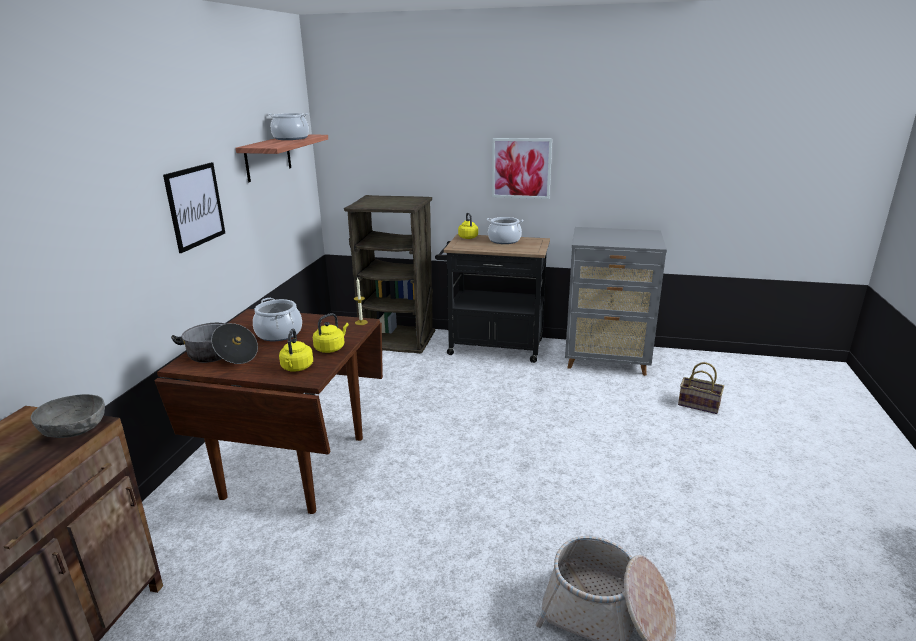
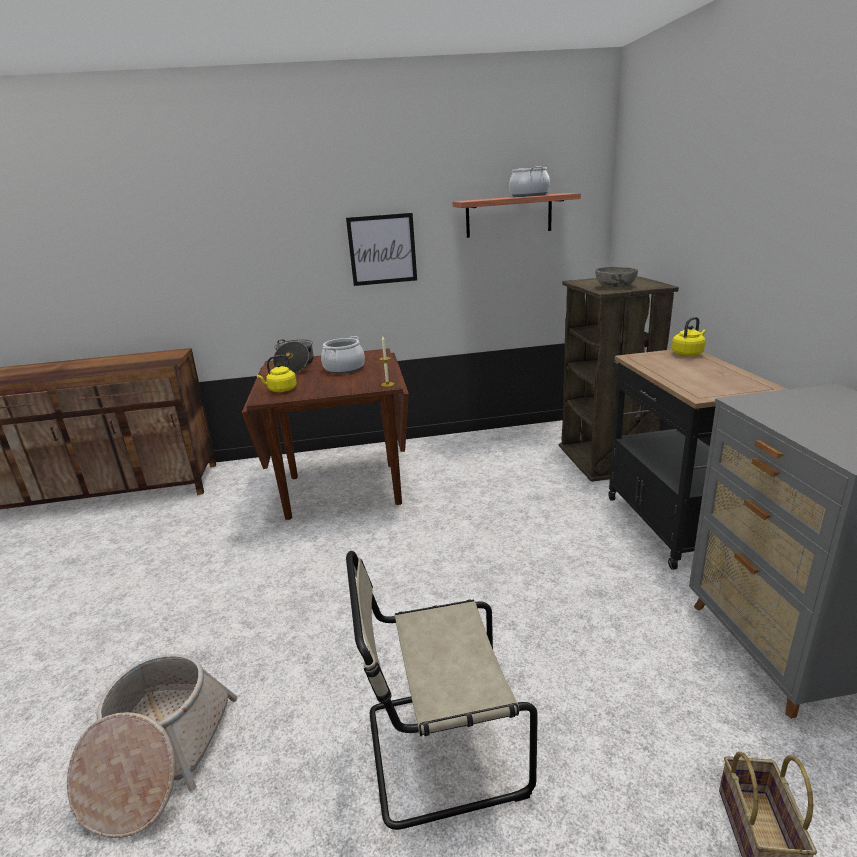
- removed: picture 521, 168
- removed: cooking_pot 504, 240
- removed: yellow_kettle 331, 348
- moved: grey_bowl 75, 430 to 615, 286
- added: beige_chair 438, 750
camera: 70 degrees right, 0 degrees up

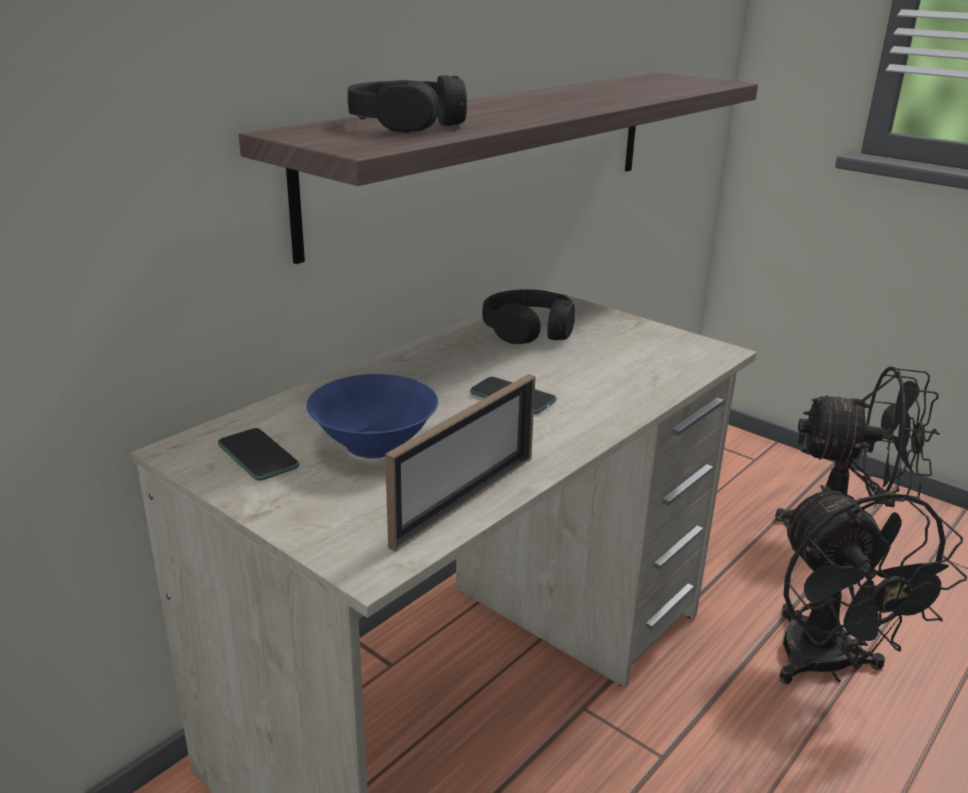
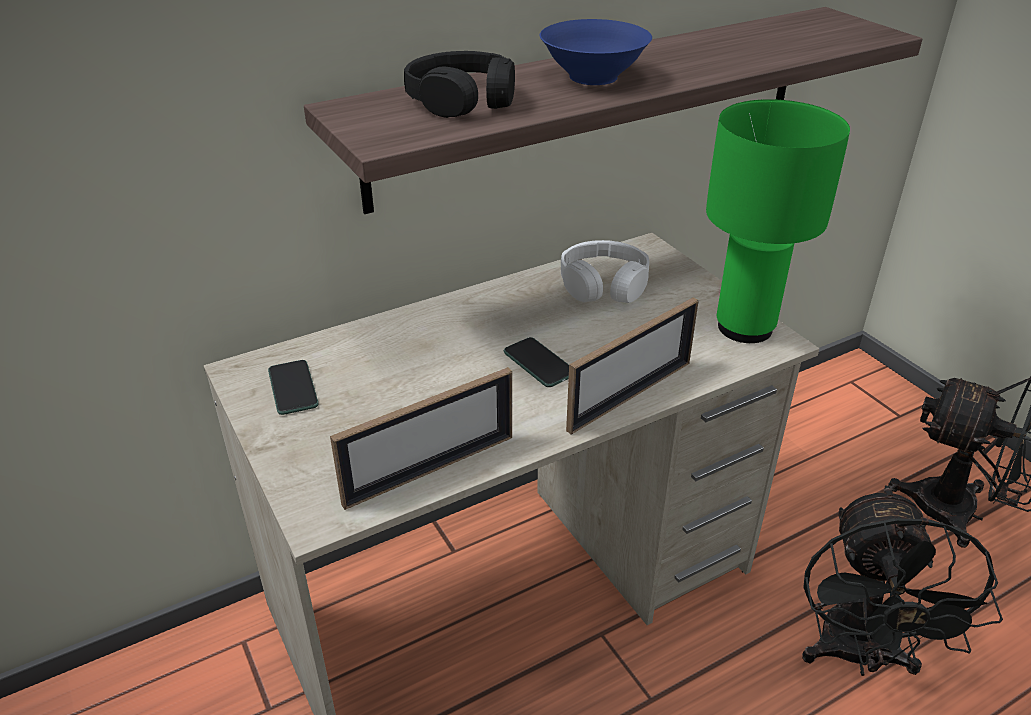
- recoloured: black_headphones 529, 330 to white_headphones 603, 285
- moved: blue_bowl 374, 443 to 593, 76
- added: green_table_lamp 746, 327
- added: picture_frame 630, 395
camera: 20 degrees right, 10 degrees up

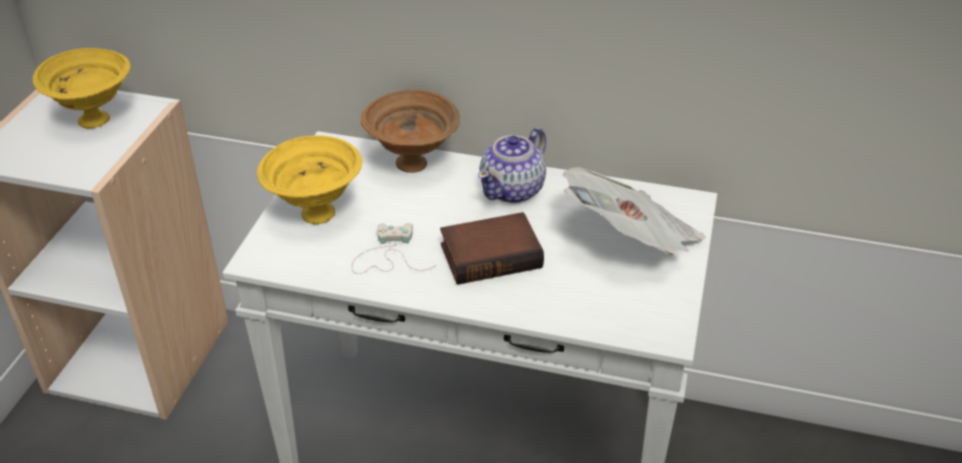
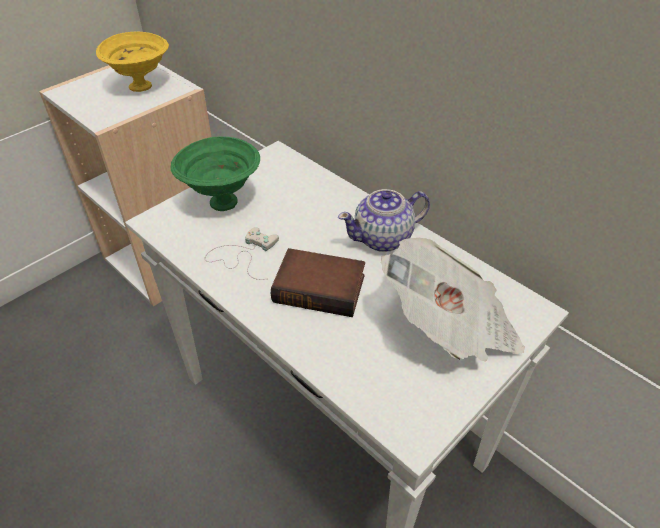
- removed: brown_bowl 414, 164
- recoloured: yellow_bowl 315, 215 to green_bowl 221, 203
camera: 30 degrees right, 5 degrees up

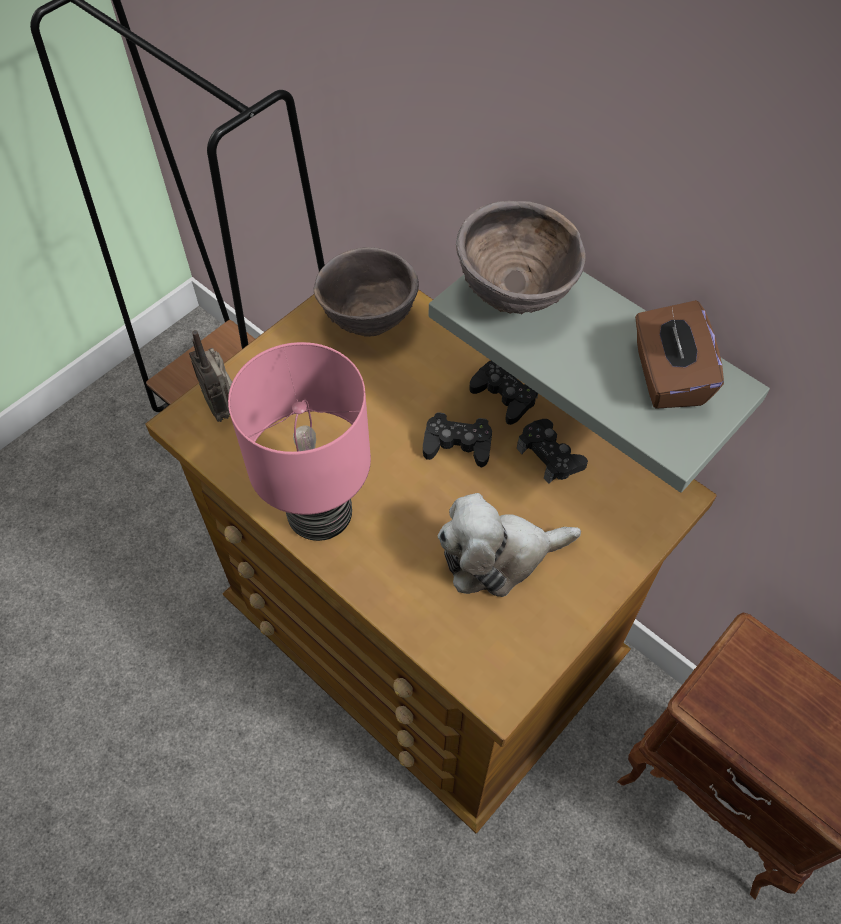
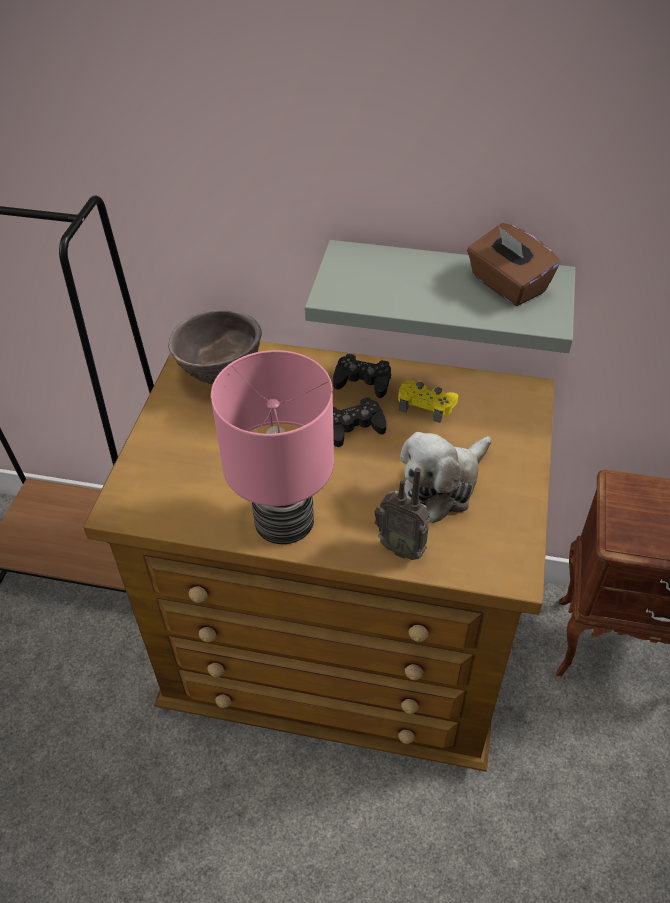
- removed: brown_bowl 515, 297
- moved: radio 222, 406 to 401, 547
- recoloured: black_game_controller 550, 456 to yellow_game_controller 426, 405
camera: 30 degrees left, 10 degrees down

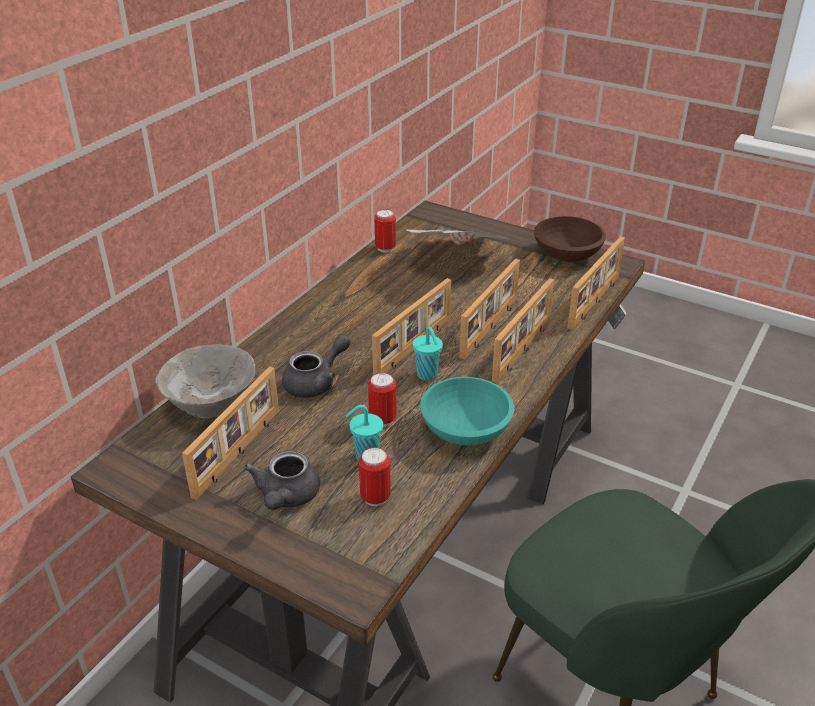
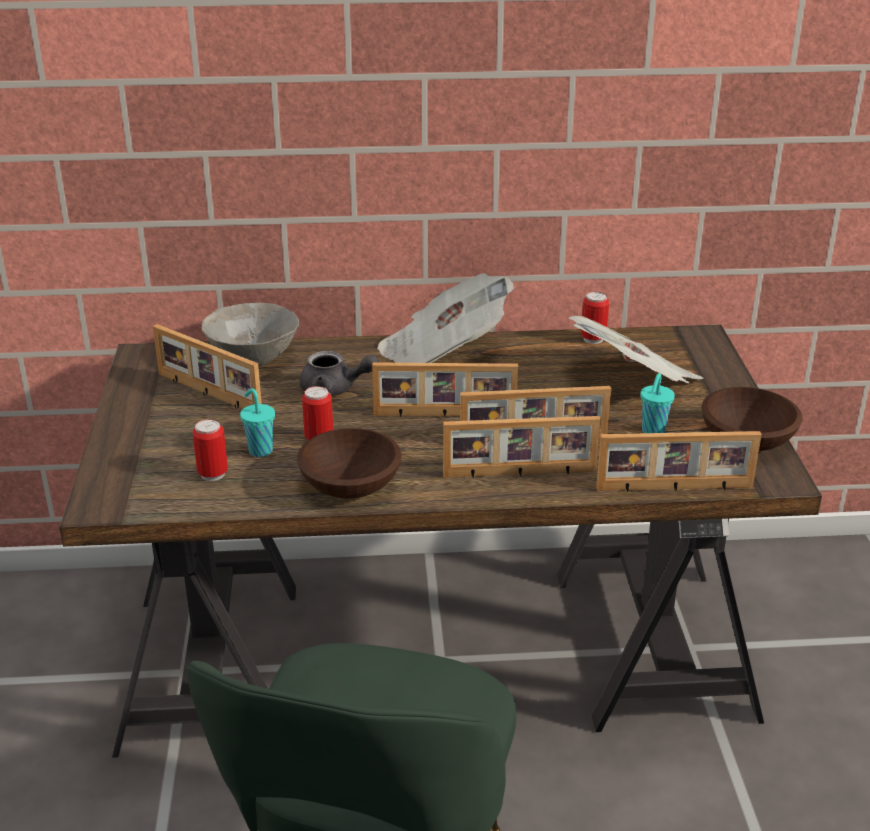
- moved: turquoise_cup 427, 376 to 652, 432
- turned: picture_frame 239, 453 = 207, 394 45 degrees clockwise
- recoloured: turquoise_bowl 467, 430 to brown_bowl 352, 486
- removed: grey_teapot 286, 497
- added: newspaper 443, 353
camera: 55 degrees right, 5 degrees down

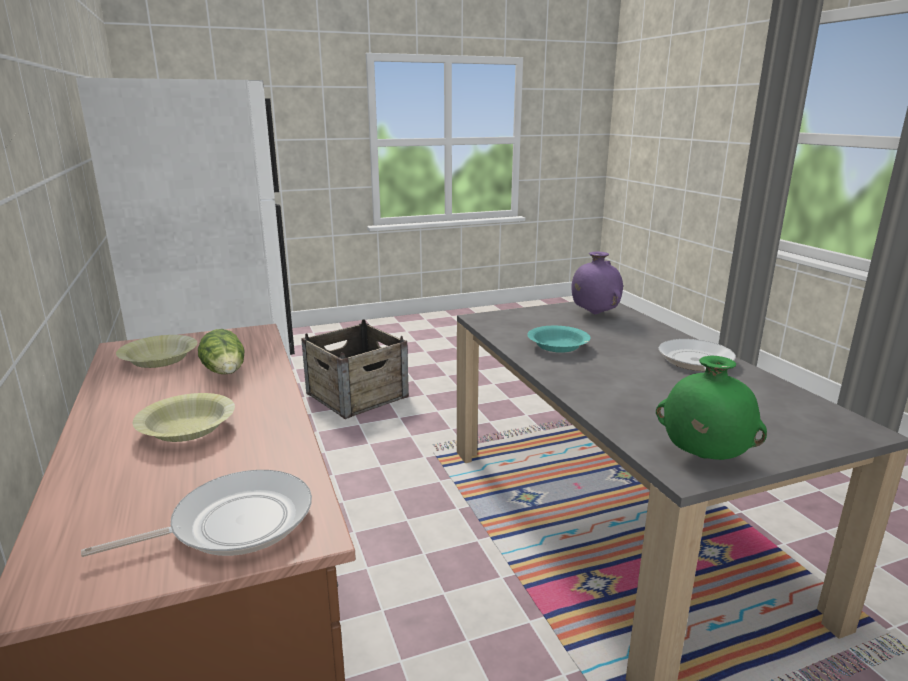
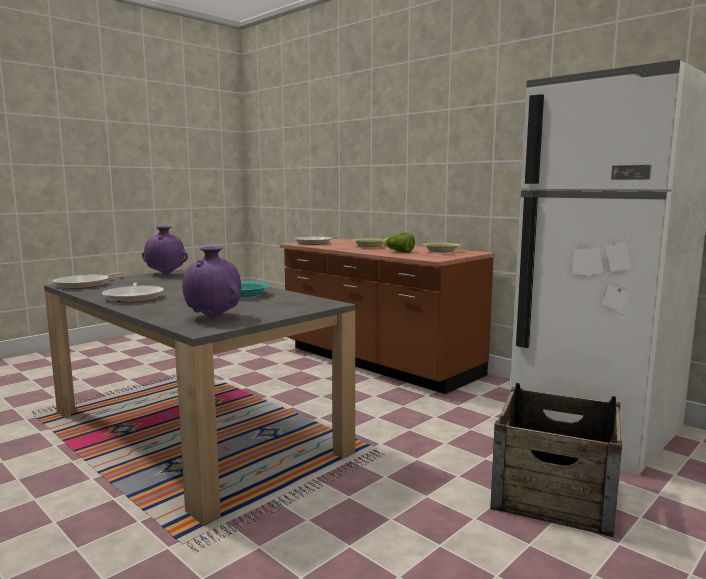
- recoloured: green_vase 702, 457 to purple_vase 166, 274
- added: frying_pan 85, 284
camera: 155 degrees right, 10 degrees down

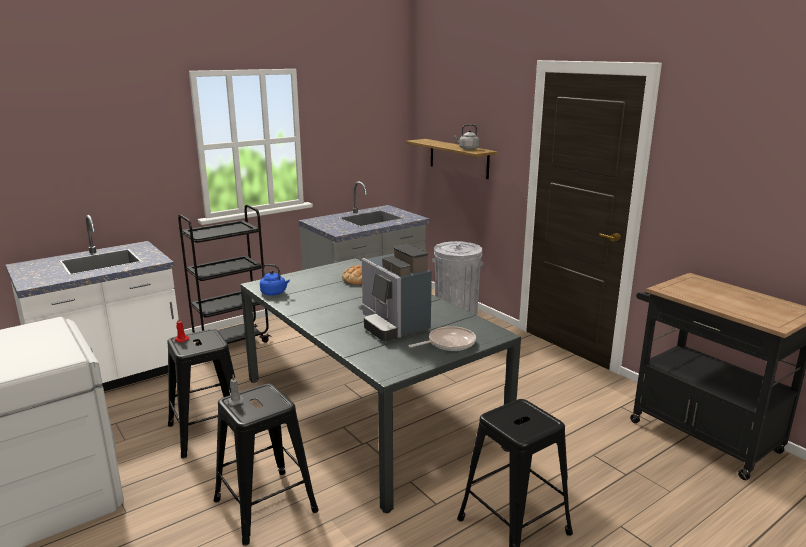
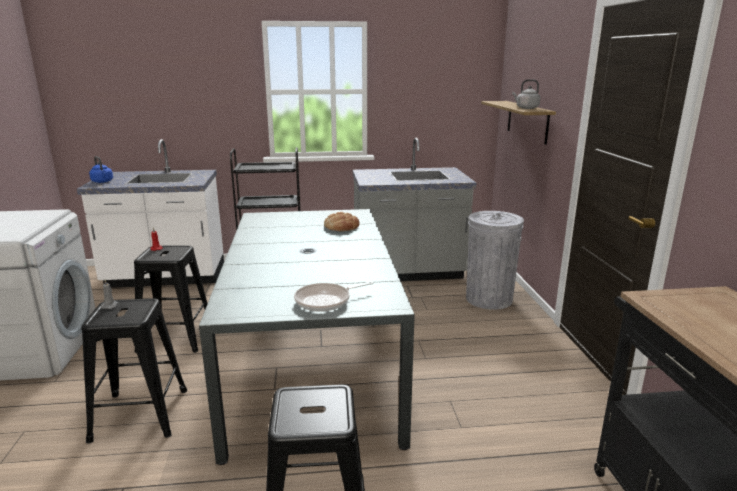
- removed: coffee_machine 393, 325
- moved: blue_kettle 274, 293 to 102, 182
- turned: frying_pan 448, 343 = 326, 301 150 degrees clockwise
camera: 30 degrees right, 0 degrees up

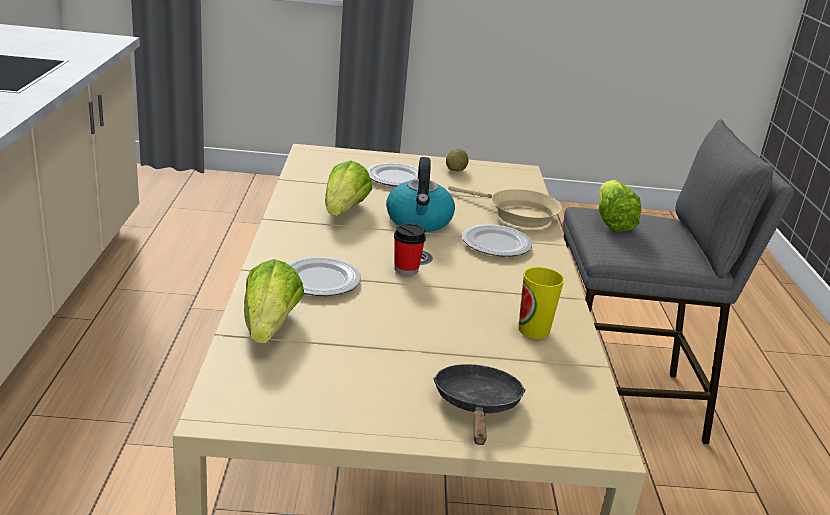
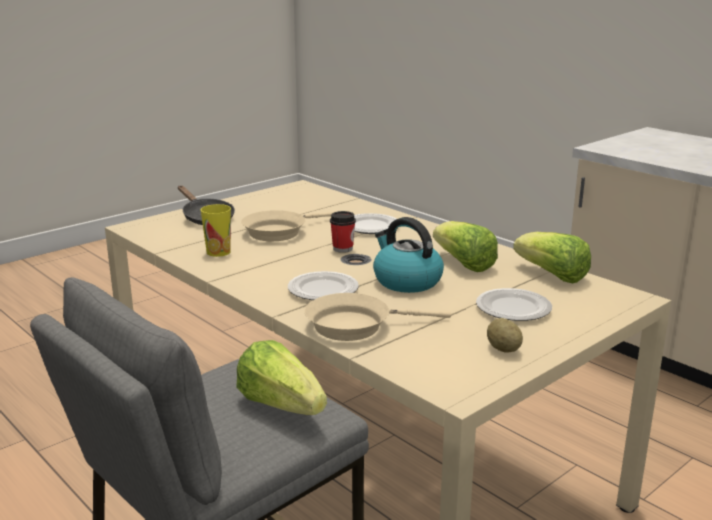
- moved: lettuce 270, 327 to 552, 275
- added: beige_frying_pan 279, 232
camera: 140 degrees right, 5 degrees down

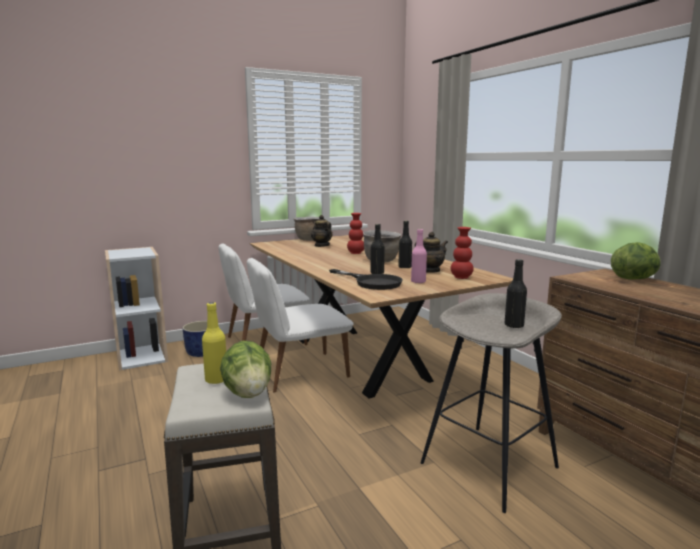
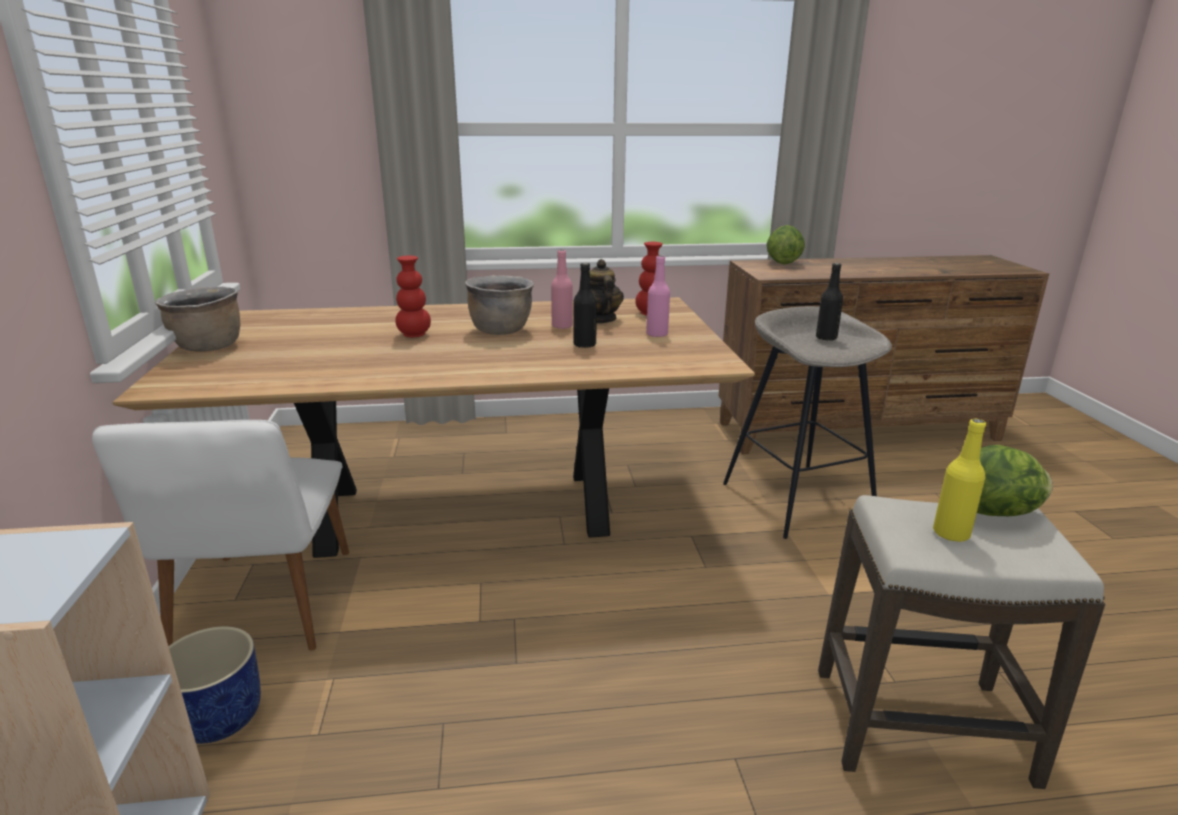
- removed: teapot 321, 245
- recoloured: black_bottle 404, 267 to pink_bottle 562, 326
- removed: white_chair 301, 371
- removed: black_frying_pan 372, 282
camera: 70 degrees left, 10 degrees up

